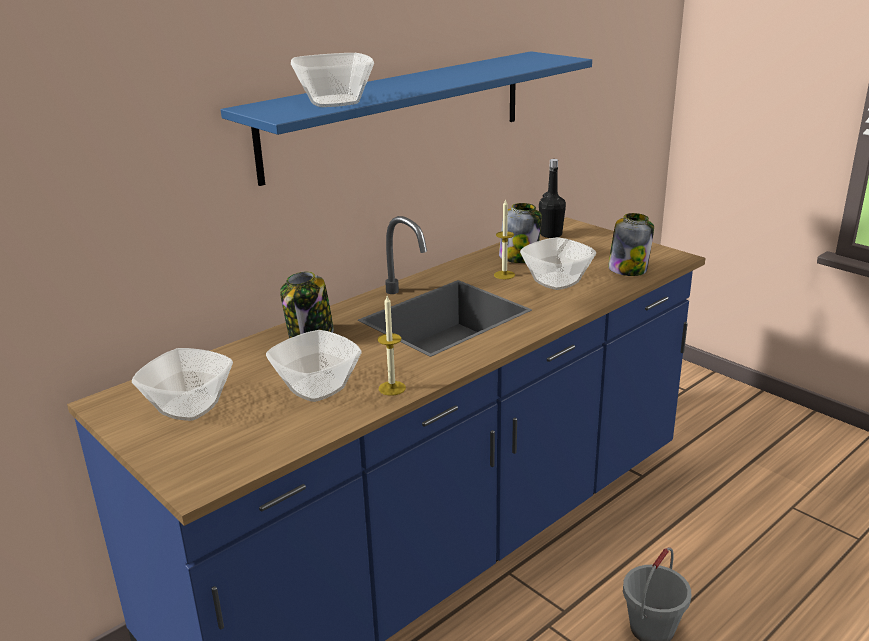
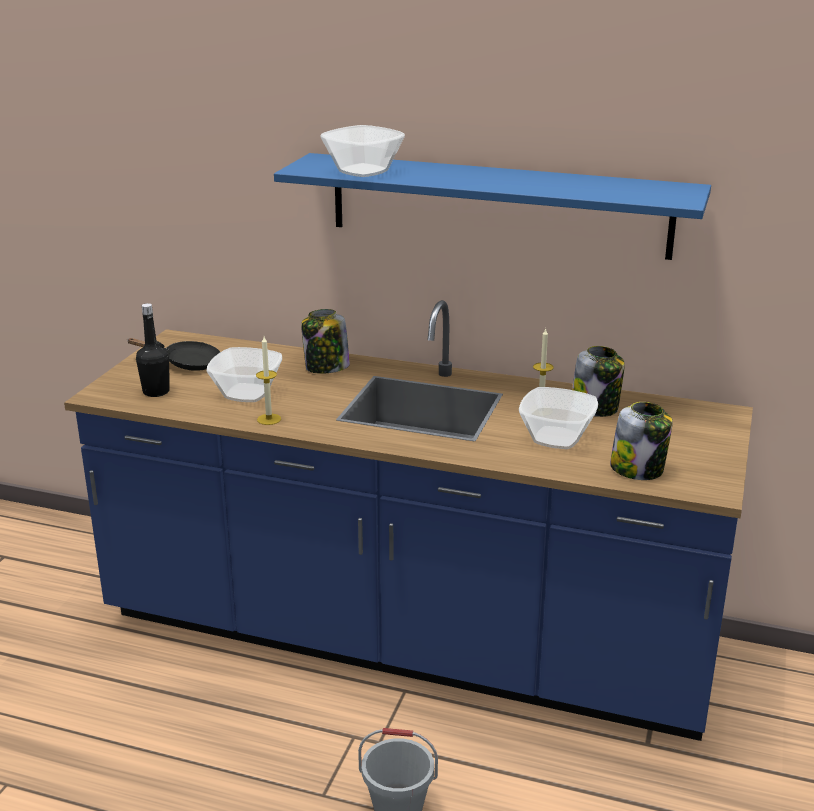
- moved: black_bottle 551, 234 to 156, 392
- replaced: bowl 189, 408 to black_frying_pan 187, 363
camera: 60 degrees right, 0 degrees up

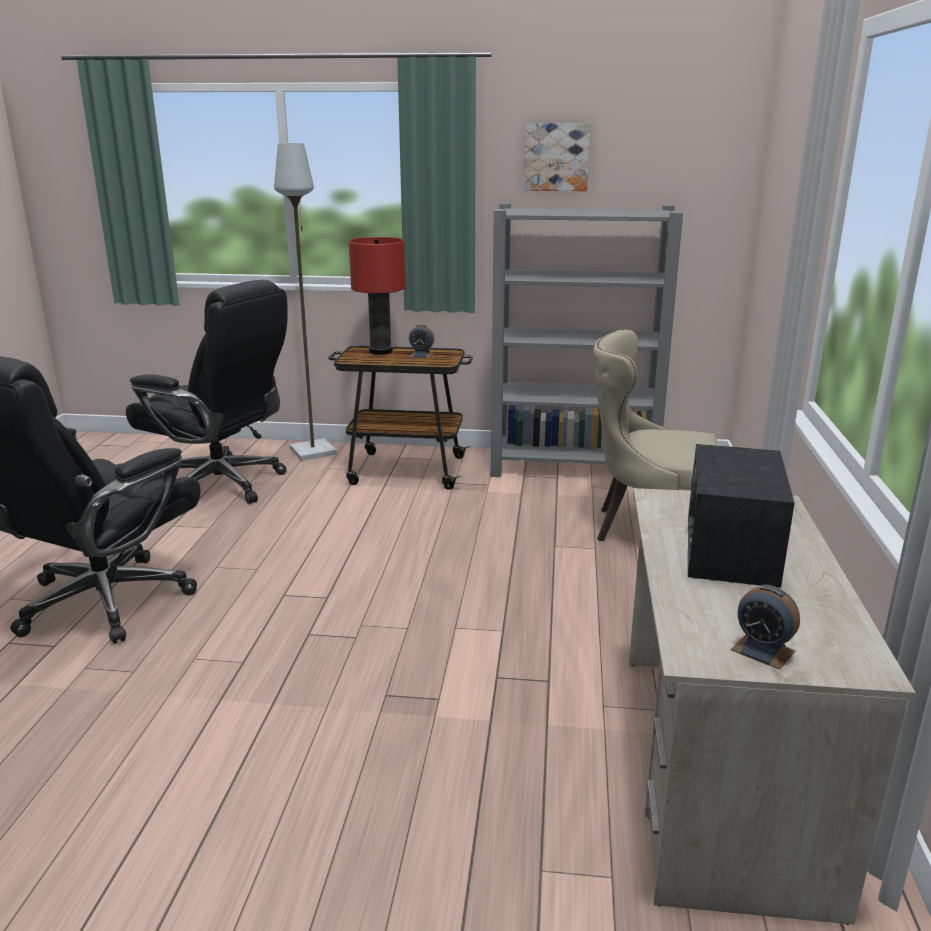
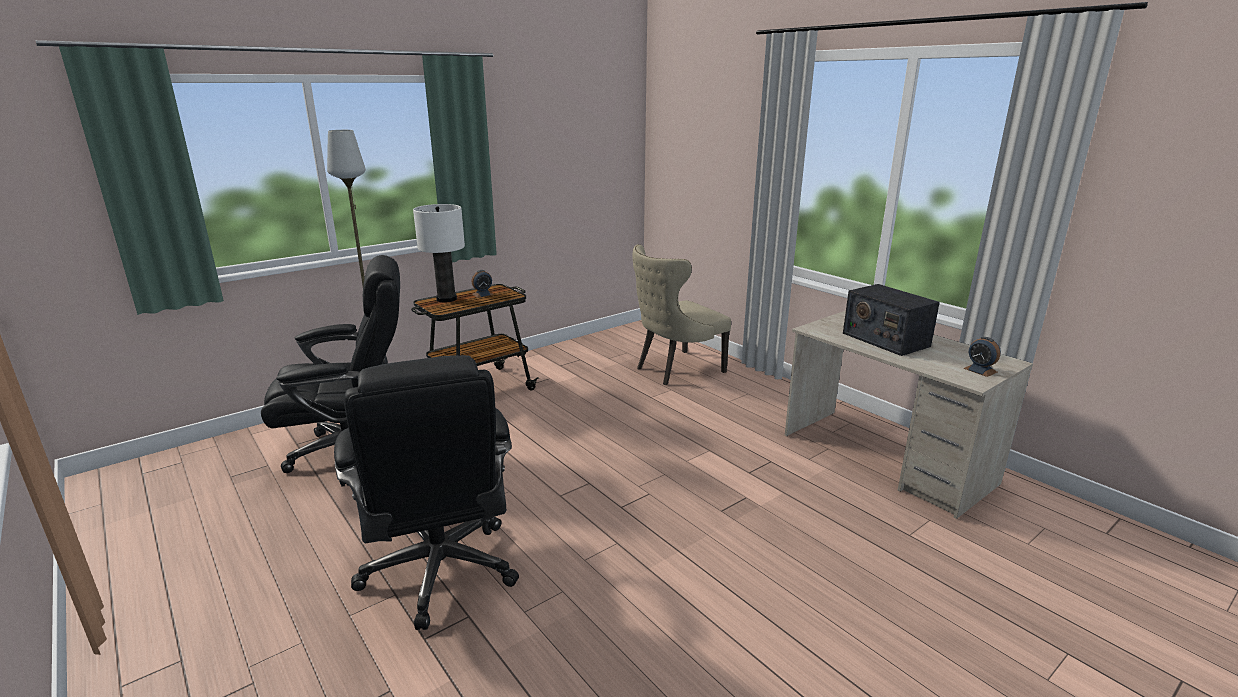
- removed: picture 556, 157
- removed: grey_bookcase 573, 466
- recoloured: red_table_lamp 381, 351 to white_table_lamp 447, 299
- turned: alarm_clock 762, 650 = 980, 370 60 degrees clockwise
camera: 45 degrees left, 0 degrees up

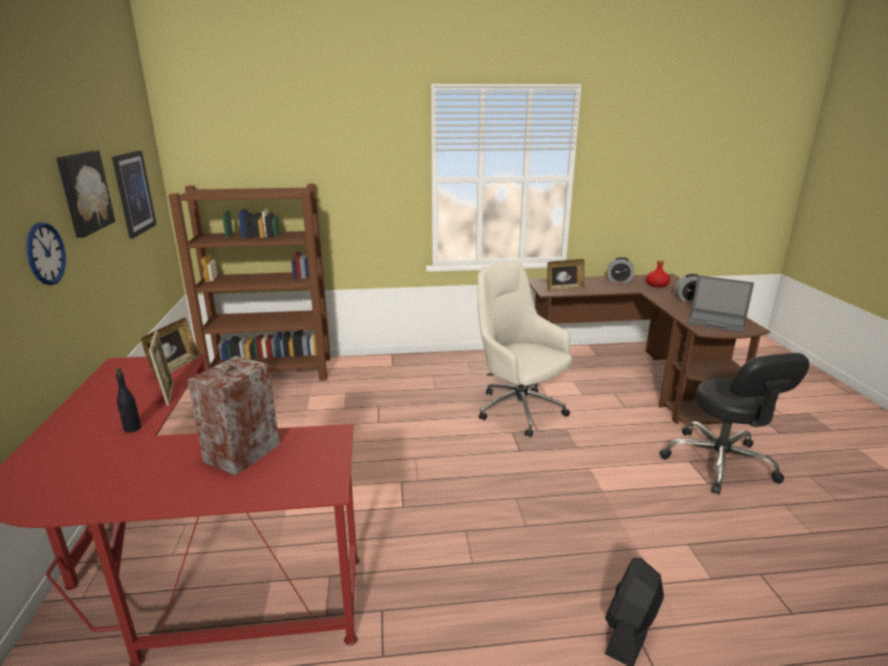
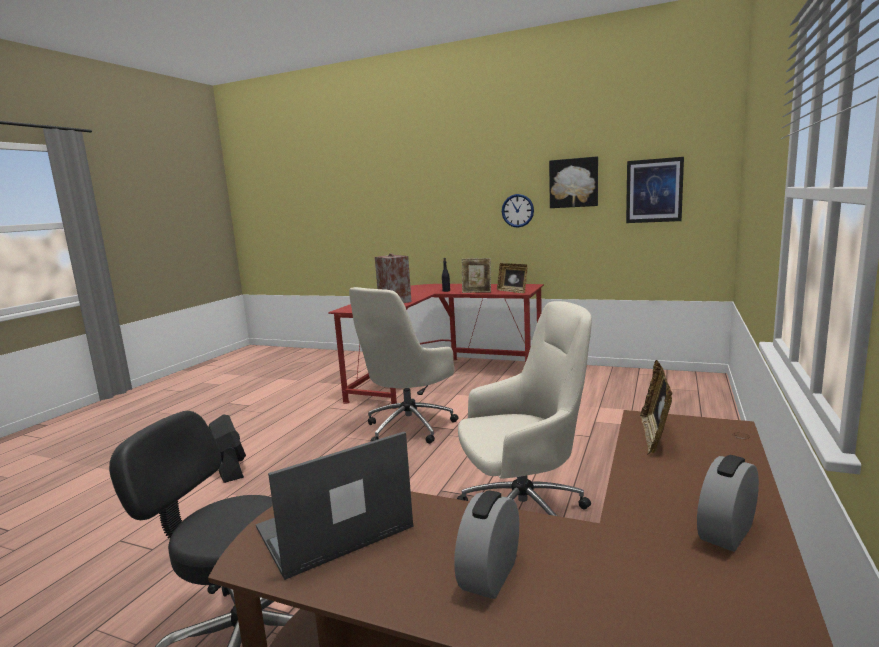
- removed: brown_bookcase 270, 371
- removed: red_bottle 657, 285
- added: beige_office_chair 409, 428
camera: 120 degrees right, 10 degrees down

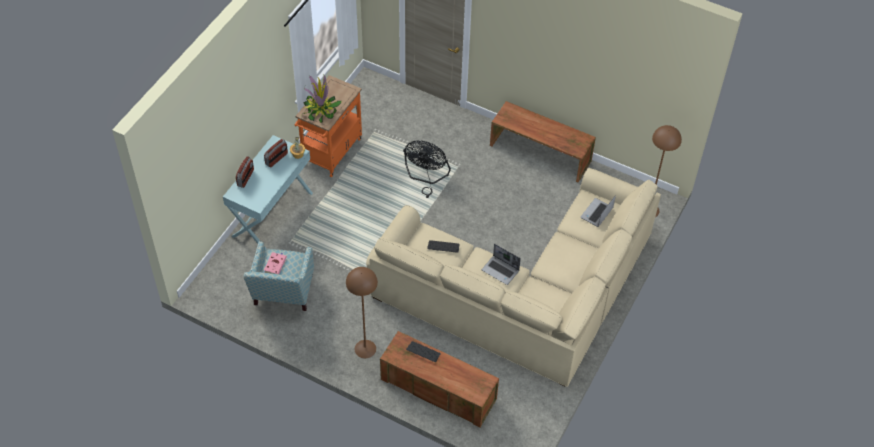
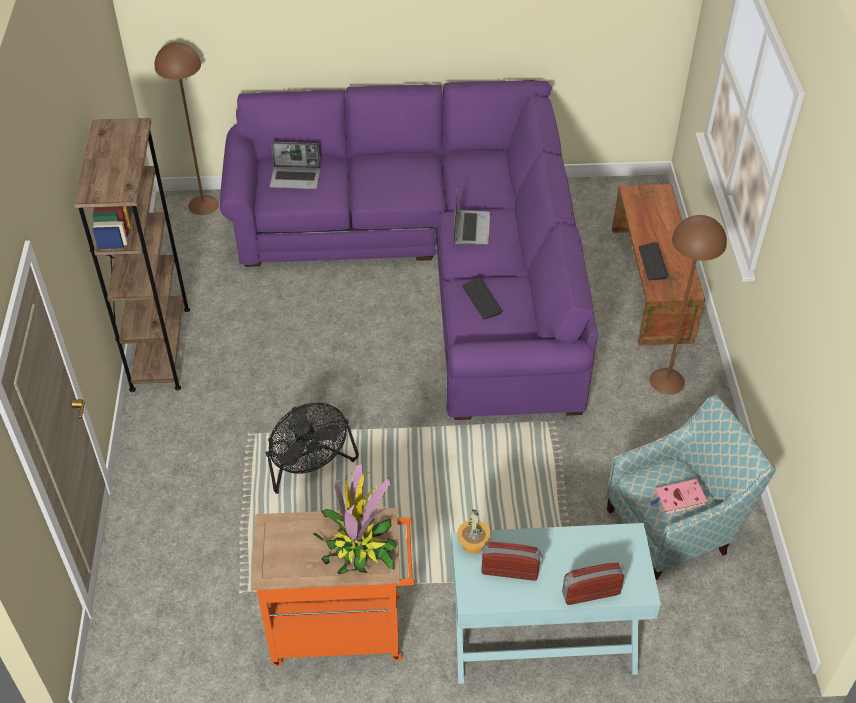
- replaced: brown_bench 541, 153 to brown_bookcase 160, 348
- turned: black_fan 425, 177 = 305, 465 105 degrees counterclockwise
- recoloured: beige_sofa 524, 292 to purple_sofa 436, 267
camera: 120 degrees left, 5 degrees down

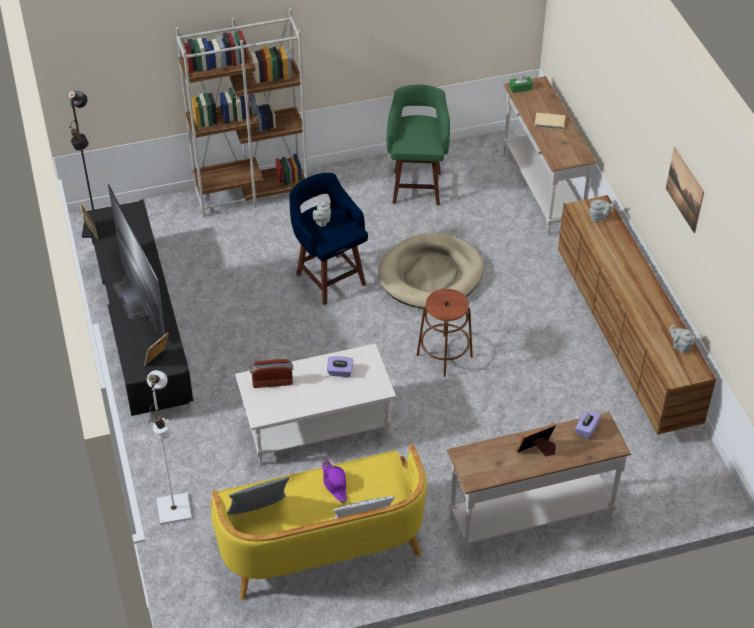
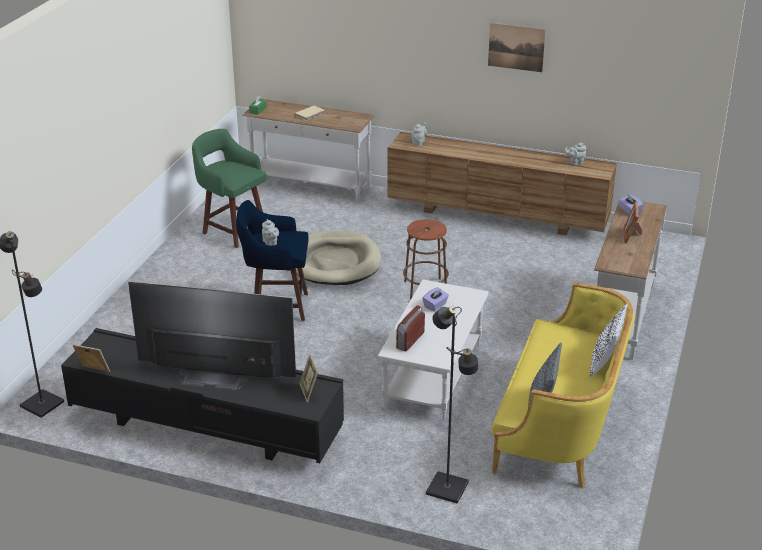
- removed: brown_bookcase 252, 194
- recoloured: white_floor_lamp 174, 509 to black_floor_lamp 447, 488
- removed: purple_hat 334, 484
camera: 55 degrees left, 15 degrees down

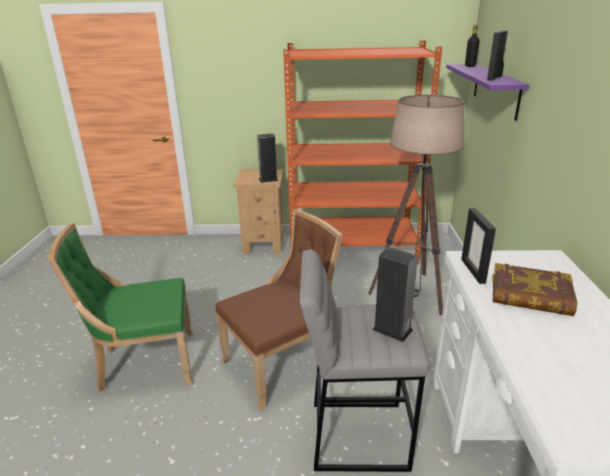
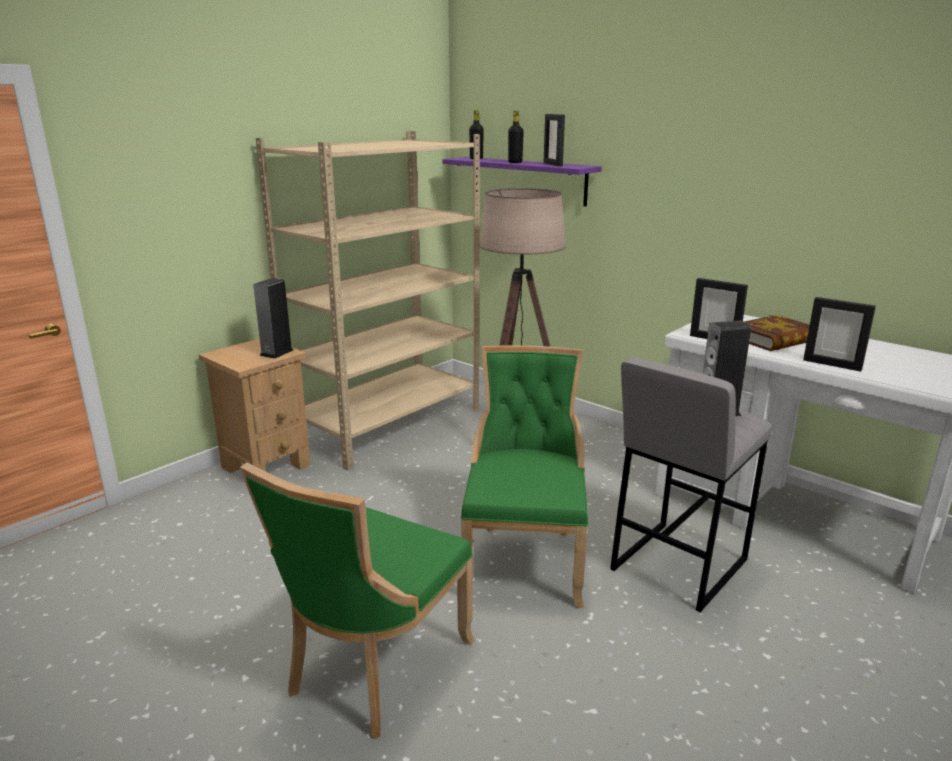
- recoloured: orange_bookcase 352, 249 to beige_bookcase 388, 424
- recoloured: brown_chair 282, 364 to green_chair 524, 560
- added: black_bottle 515, 162
- added: picture_frame 832, 364
camera: 50 degrees left, 5 degrees down

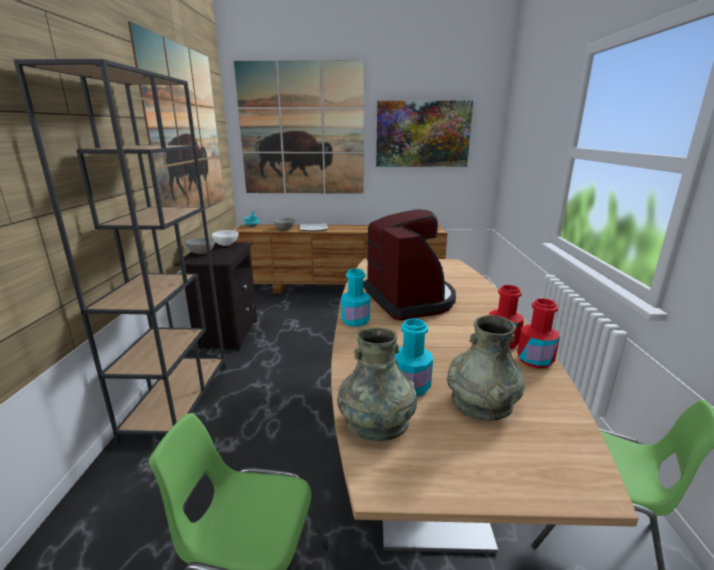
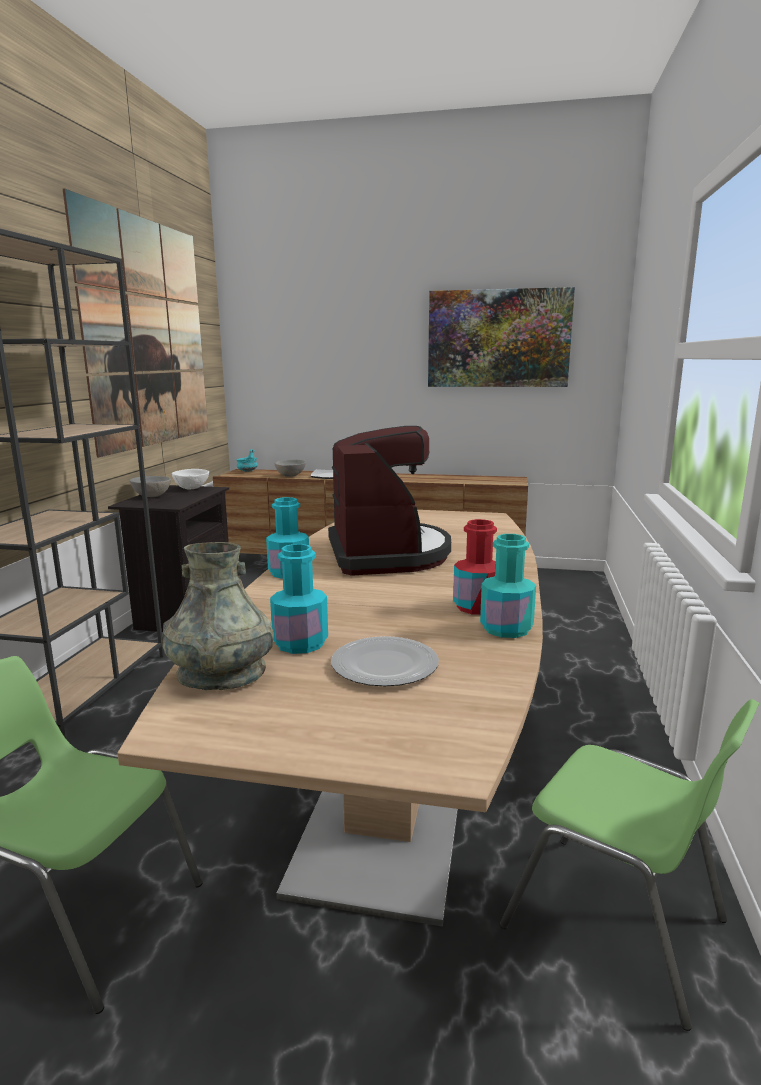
- removed: picture 302, 130
- recoloured: red_bottle 535, 360 to turquoise_bottle 506, 628
- replaced: grey_vase 481, 401 to plate 383, 665
camera: 10 degrees right, 5 degrees down

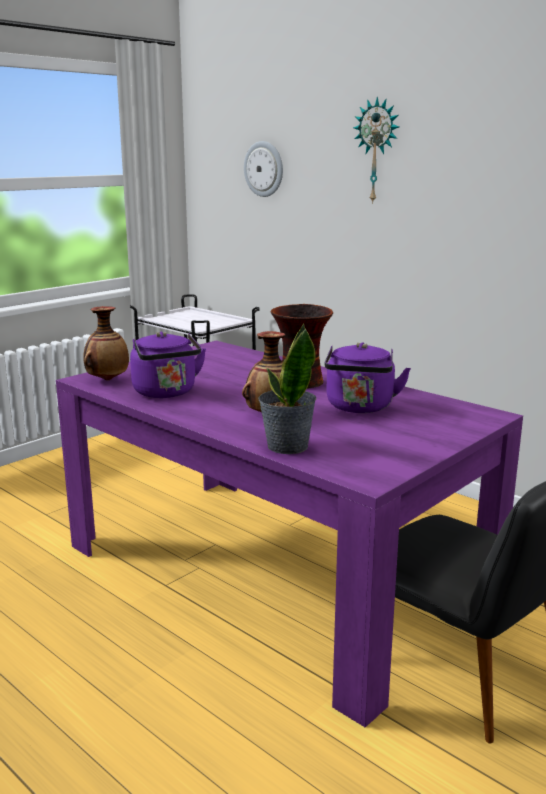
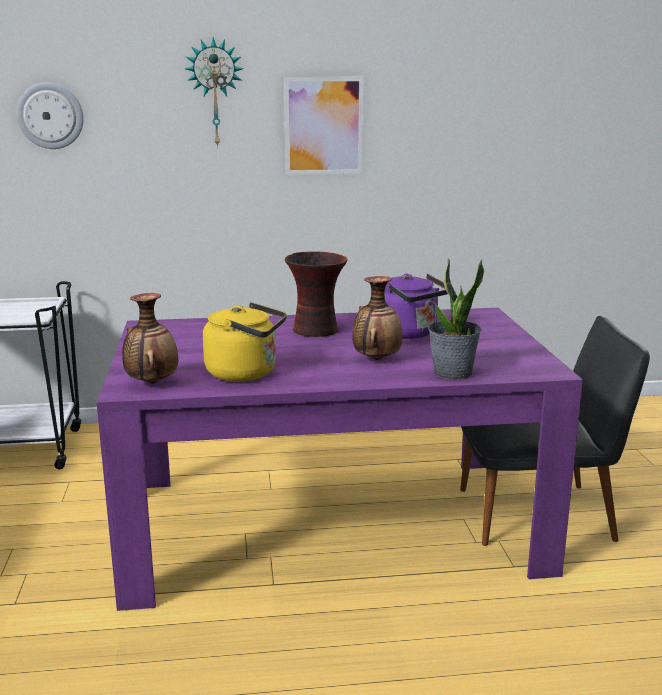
- recoloured: purple_kettle 166, 393 to yellow_kettle 246, 373
- added: picture 323, 126
camera: 50 degrees left, 0 degrees up

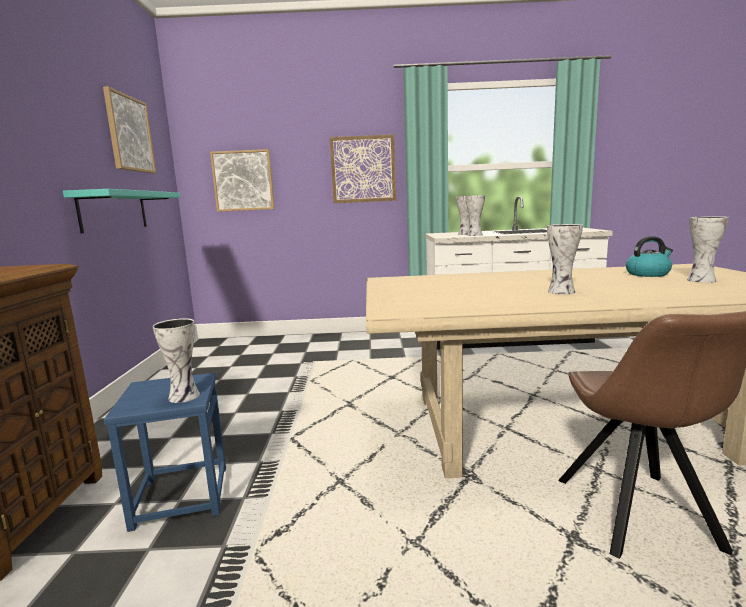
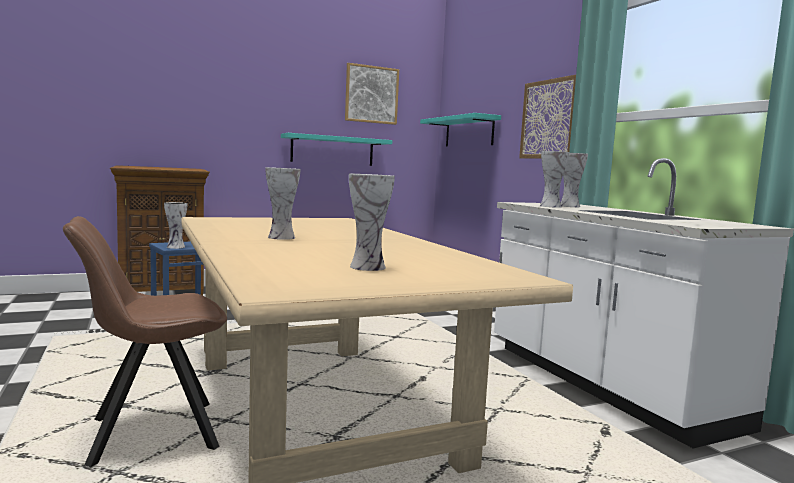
- replaced: picture 243, 181 to turquoise_shelf 469, 132
- removed: kettle 648, 274
camera: 65 degrees right, 5 degrees down

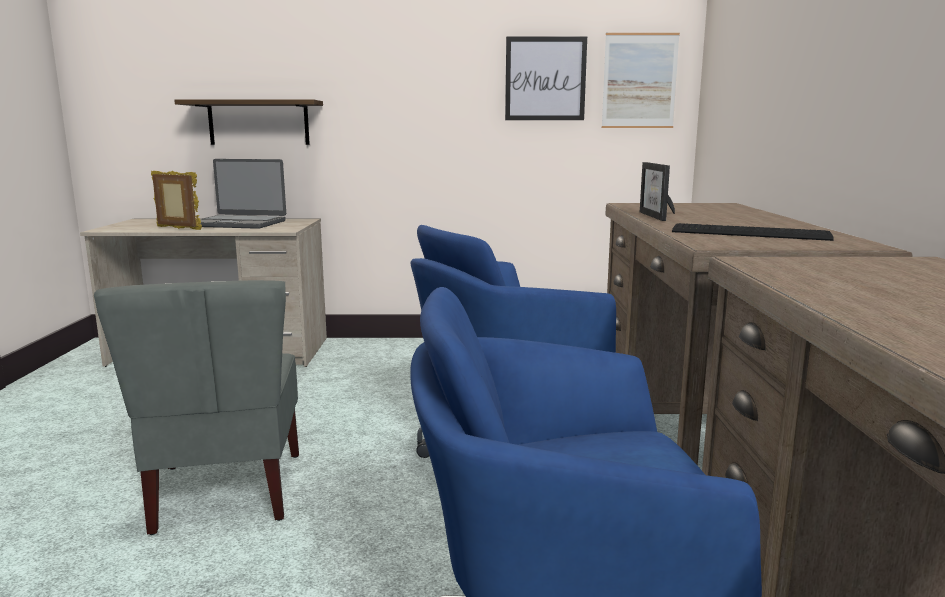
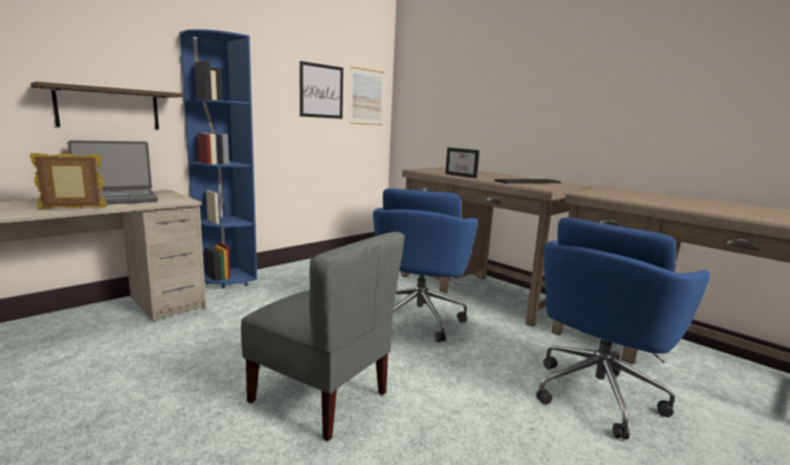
- added: blue_bookcase 227, 283
camera: 45 degrees left, 0 degrees up

